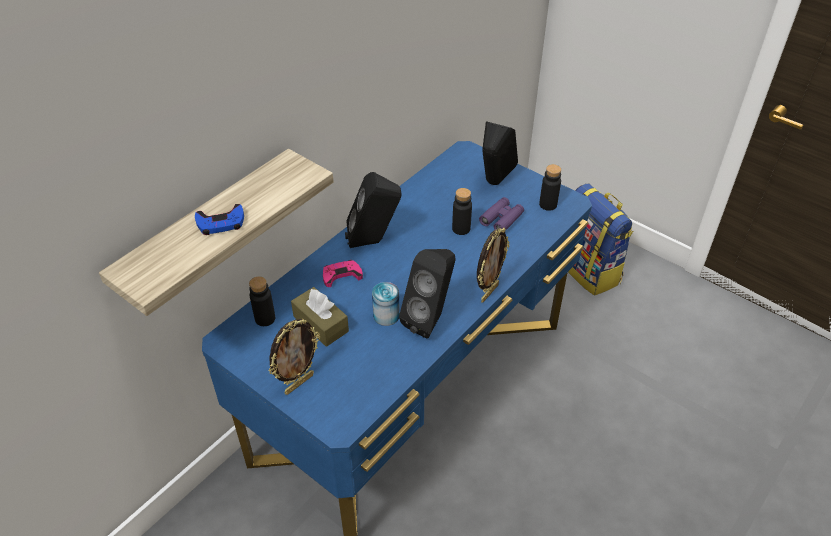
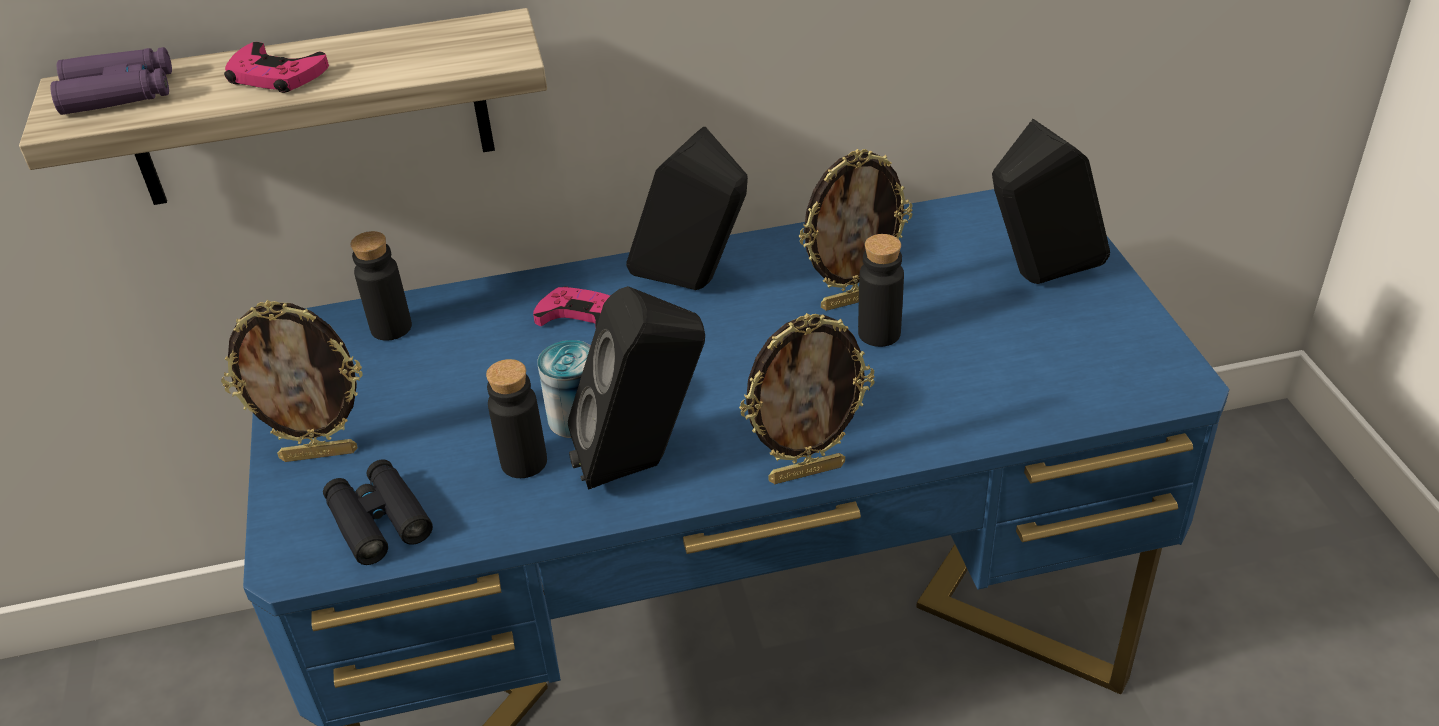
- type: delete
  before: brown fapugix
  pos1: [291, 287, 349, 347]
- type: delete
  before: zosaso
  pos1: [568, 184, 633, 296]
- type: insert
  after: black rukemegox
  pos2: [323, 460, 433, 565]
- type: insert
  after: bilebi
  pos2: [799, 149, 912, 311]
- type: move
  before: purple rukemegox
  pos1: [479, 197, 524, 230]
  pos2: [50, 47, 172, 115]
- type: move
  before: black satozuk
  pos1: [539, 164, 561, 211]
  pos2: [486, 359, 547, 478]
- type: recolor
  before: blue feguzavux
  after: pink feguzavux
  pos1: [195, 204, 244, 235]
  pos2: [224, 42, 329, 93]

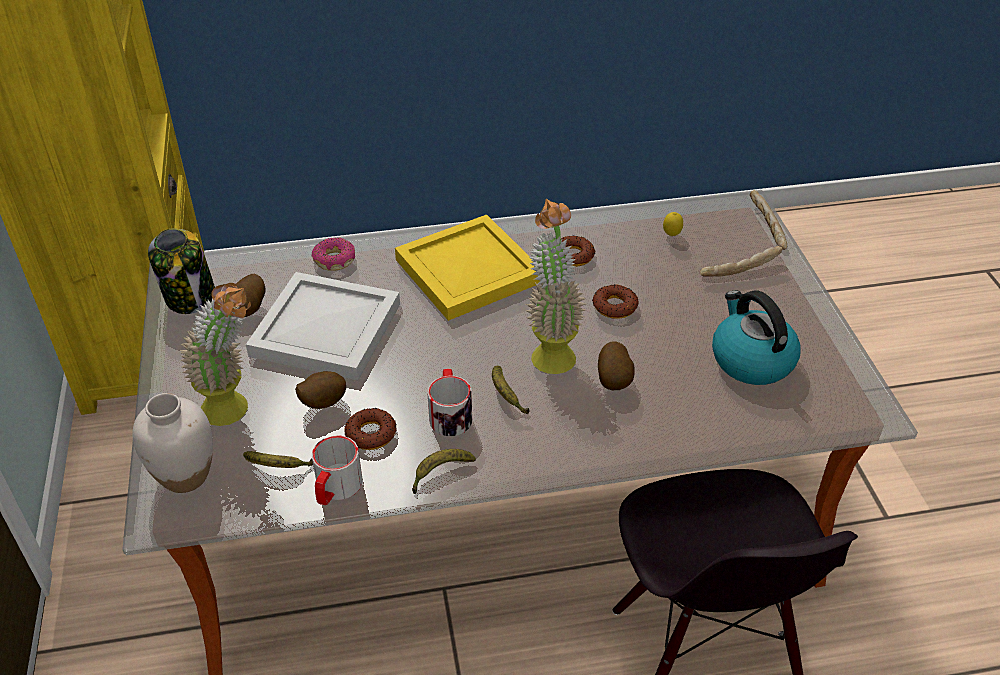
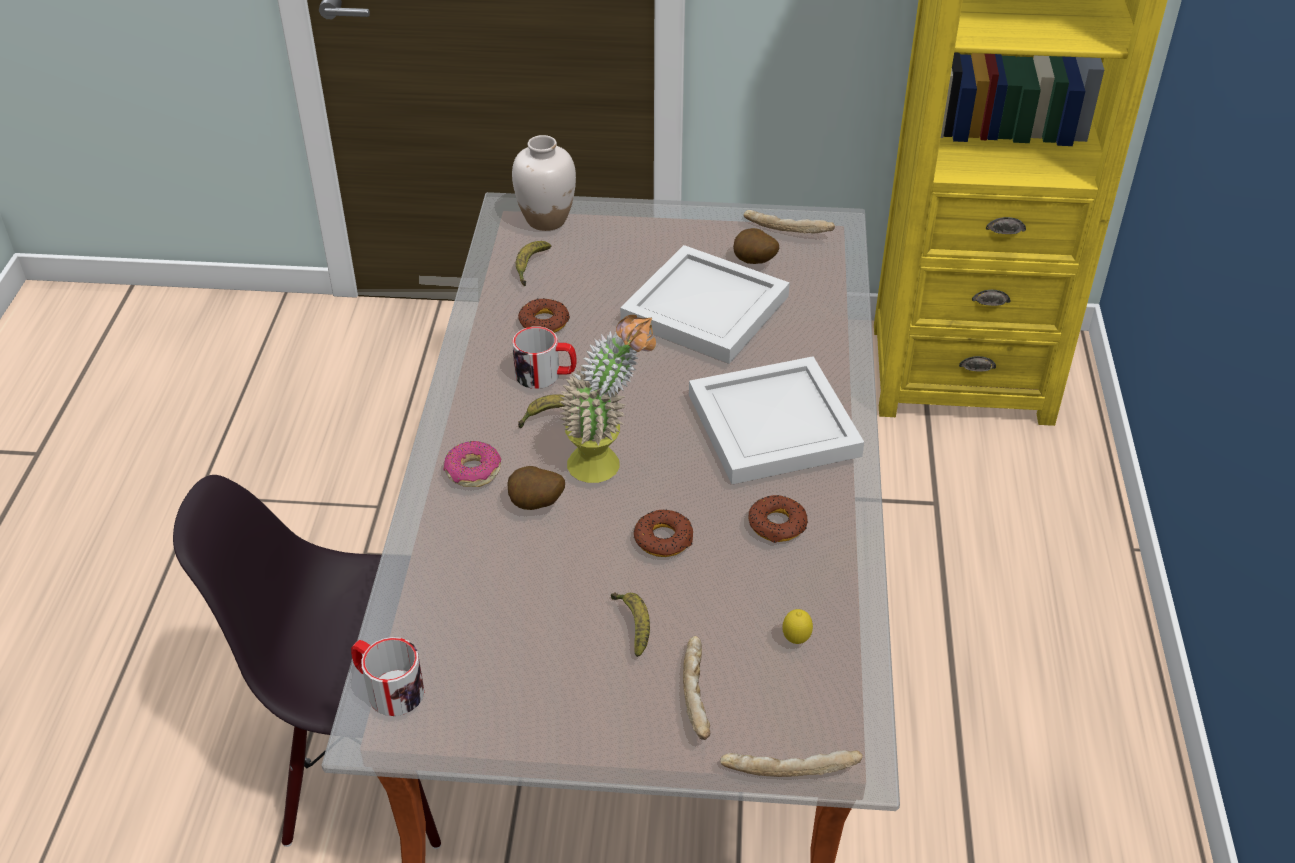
- type: delete
  before: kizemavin
  pos1: [180, 283, 251, 426]
- type: delete
  before: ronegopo
  pos1: [295, 371, 346, 409]
- type: delete
  before: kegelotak
  pos1: [712, 291, 801, 385]
- type: move
  before: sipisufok
  pos1: [311, 238, 355, 271]
  pos2: [443, 441, 502, 487]
- type: move
  before: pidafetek
  pos1: [312, 435, 363, 505]
  pos2: [351, 637, 424, 716]
- type: move
  before: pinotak
  pos1: [412, 449, 476, 494]
  pos2: [611, 592, 650, 657]
- type: replace
  before: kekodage
  after: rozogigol
  pos1: [148, 228, 215, 314]
  pos2: [743, 210, 835, 234]
- type: recolor
  before: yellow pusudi
  after: white pusudi
  pos1: [395, 215, 541, 321]
  pos2: [689, 356, 864, 485]

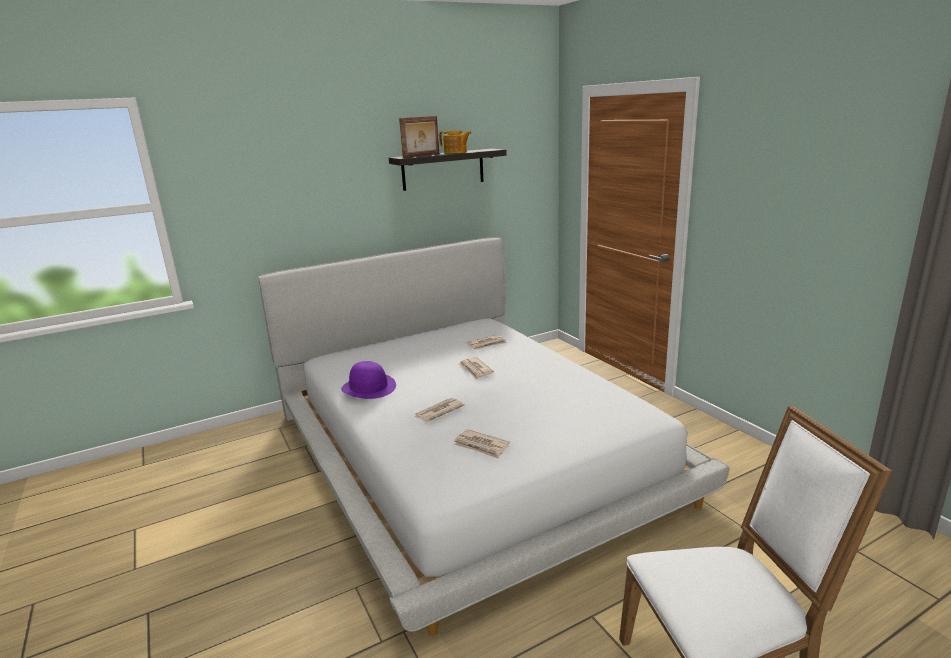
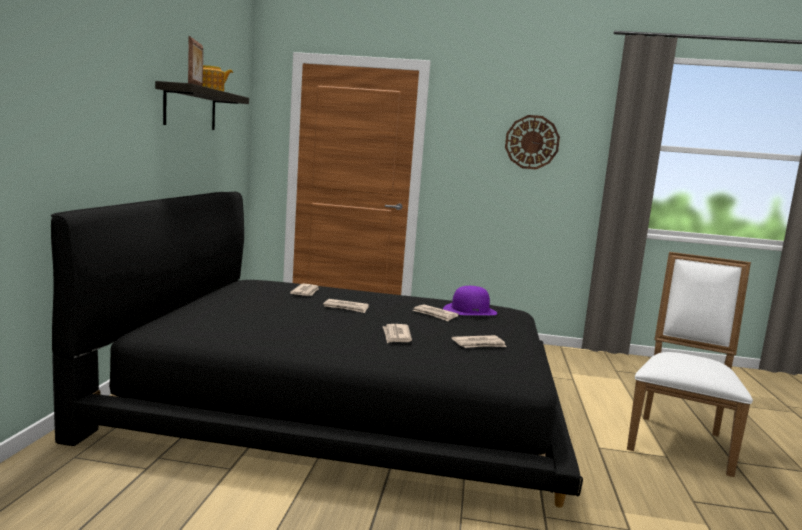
- type: insert
  after: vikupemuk
  pos2: [413, 305, 459, 321]
- type: insert
  after: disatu
  pos2: [505, 115, 560, 169]
- type: move
  before: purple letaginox
  pos1: [341, 361, 396, 399]
  pos2: [443, 286, 497, 315]
- type: recolor
  before: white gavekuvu
  after: black gavekuvu
  pos1: [258, 237, 730, 636]
  pos2: [51, 192, 583, 508]

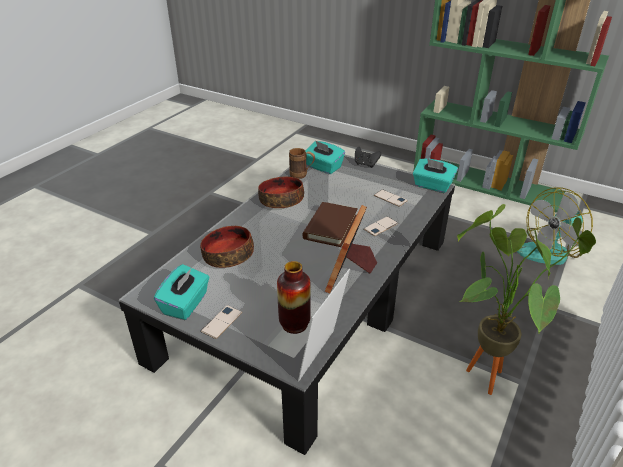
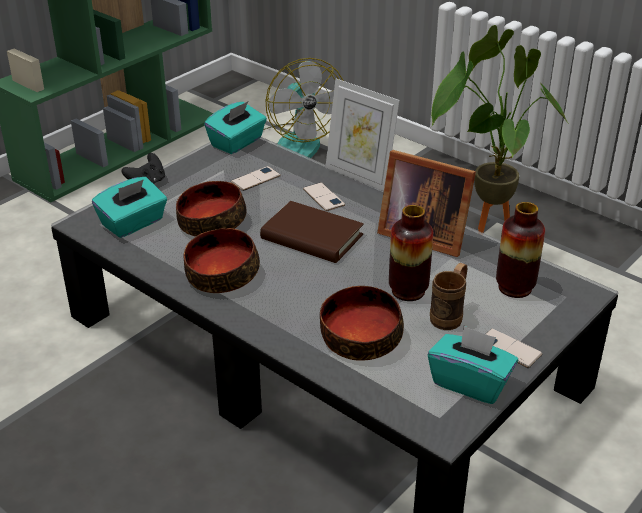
- type: insert
  after: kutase
  pos2: [176, 181, 246, 236]
- type: insert
  after: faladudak
  pos2: [389, 205, 433, 301]
- type: move
  before: brown pidafetek
  pos1: [289, 148, 315, 179]
  pos2: [430, 263, 467, 330]
- type: move
  before: bilebi
  pos1: [298, 269, 350, 381]
  pos2: [325, 78, 400, 191]

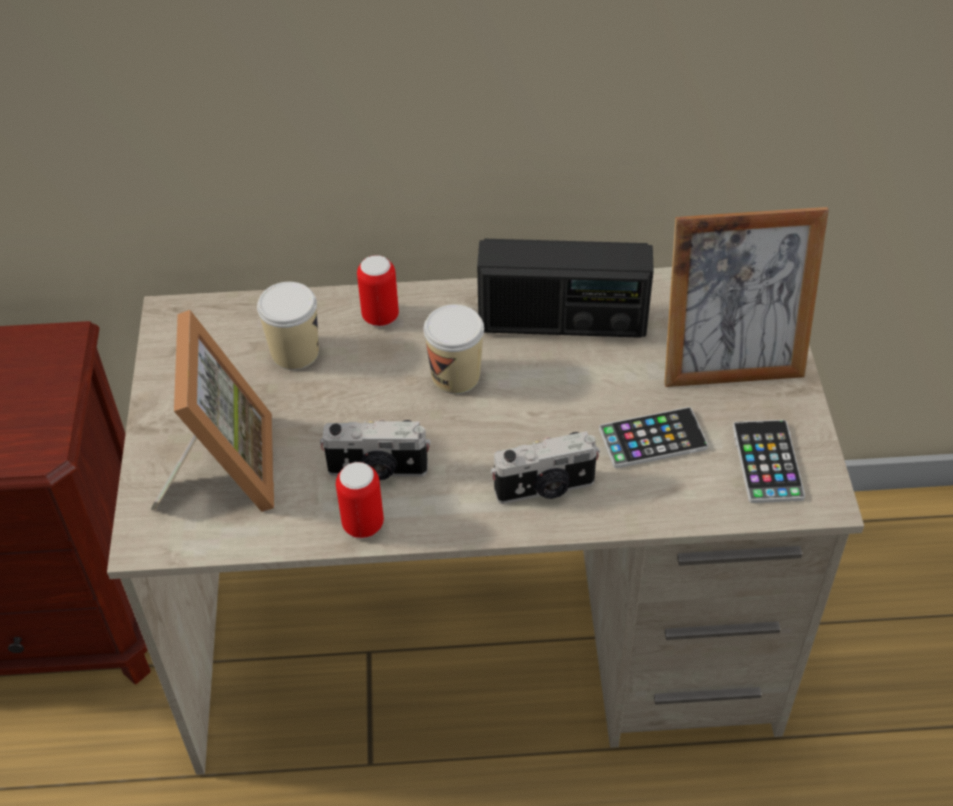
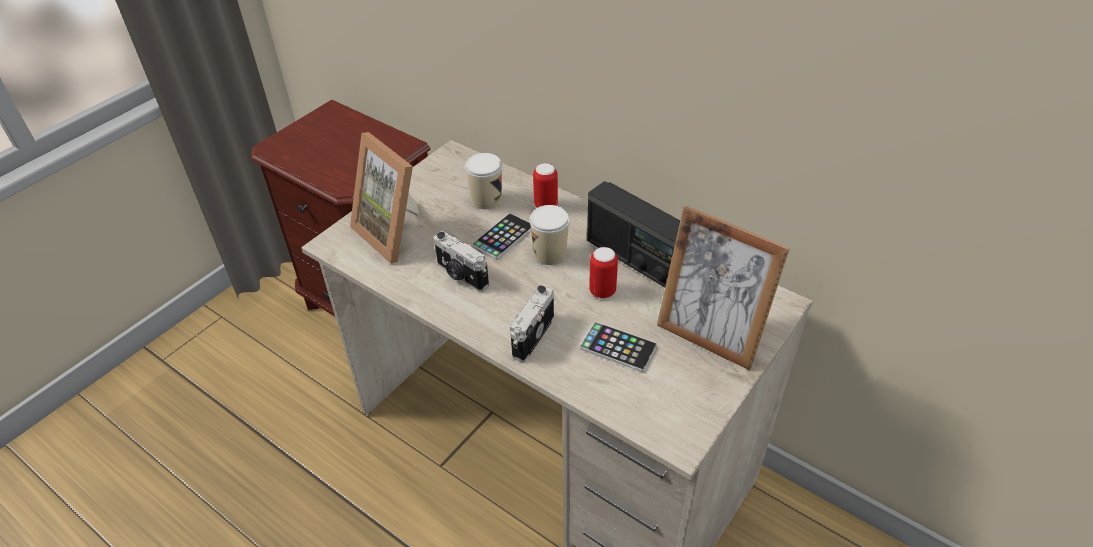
- type: move
  before: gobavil
  pos1: [336, 462, 384, 539]
  pos2: [589, 247, 618, 298]
- type: move
  before: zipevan
  pos1: [733, 420, 805, 503]
  pos2: [472, 213, 531, 260]
- type: rotate
  before: bilebi
  pos1: [150, 310, 274, 512]
  pos2: [350, 132, 419, 264]
  turn: 105
- type: rotate
  before: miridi
  pos1: [491, 431, 600, 504]
  pos2: [510, 285, 554, 362]
  turn: 90

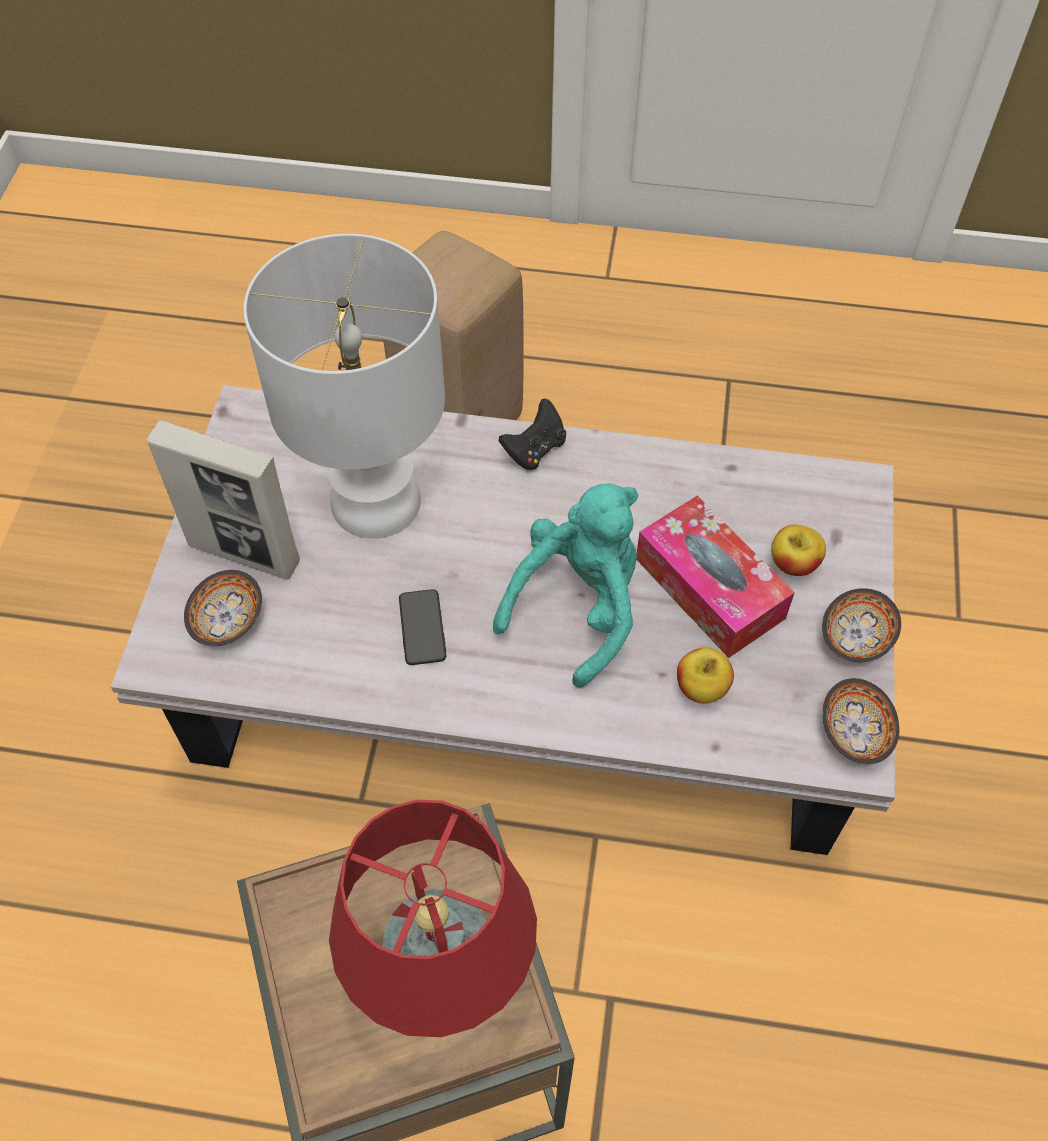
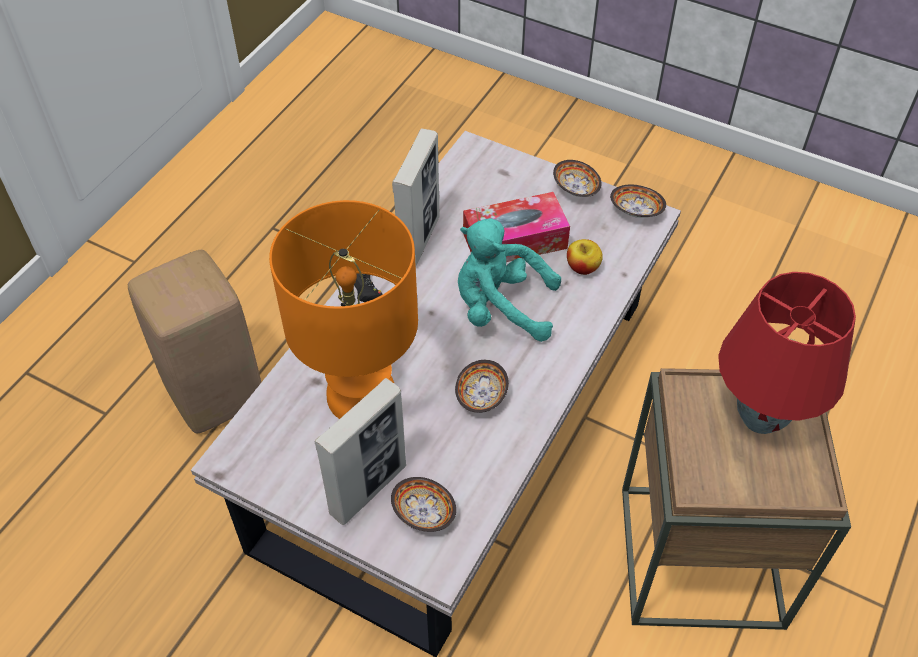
- type: delete
  before: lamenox
  pos1: [771, 525, 826, 576]
- type: insert
  after: bilebi
  pos2: [392, 128, 440, 266]
- type: replace
  before: zipevan
  after: kutase
  pos1: [399, 589, 446, 665]
  pos2: [455, 360, 509, 413]
- type: recolor
  before: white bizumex
  after: orange bizumex
  pos1: [243, 234, 445, 539]
  pos2: [269, 200, 418, 419]
- type: rotate
  before: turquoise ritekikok
  pos1: [493, 483, 638, 688]
  pos2: [458, 218, 561, 342]
  turn: -45

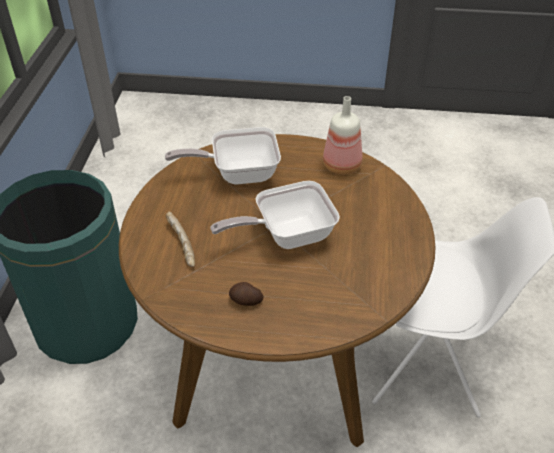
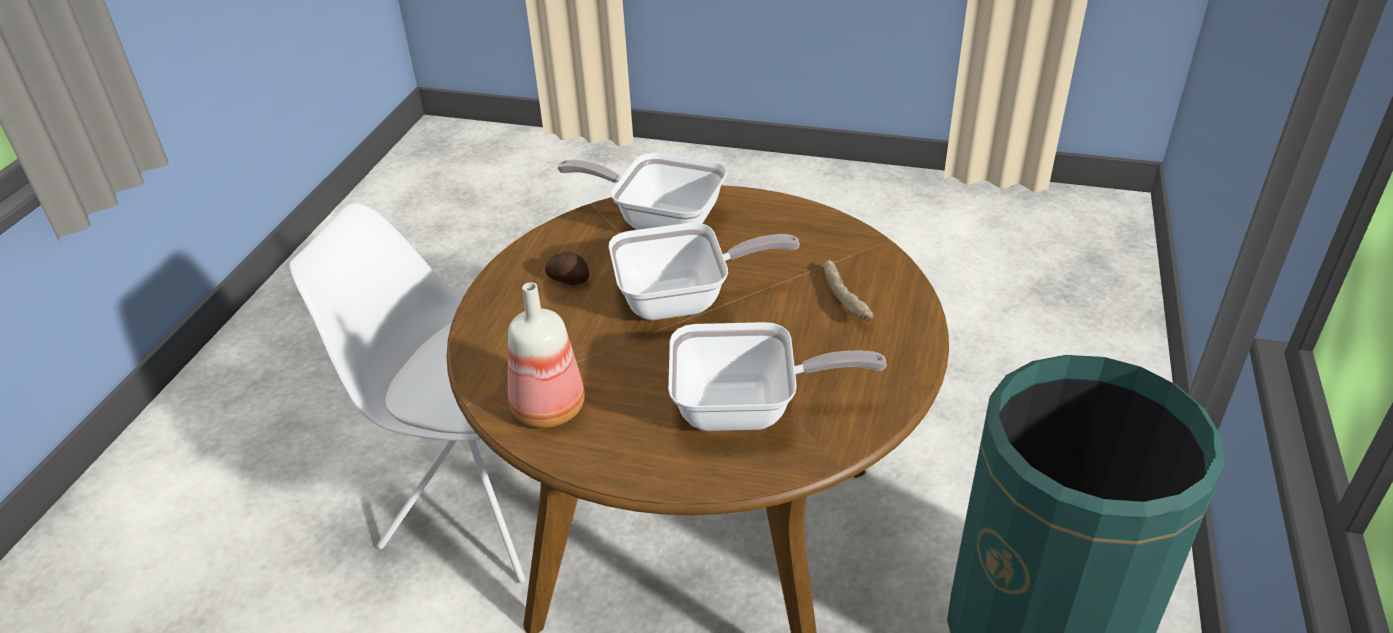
- type: insert
  after: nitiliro
  pos2: [557, 153, 727, 230]
- type: move
  before: ronegopo
  pos1: [229, 282, 263, 306]
  pos2: [545, 251, 589, 285]

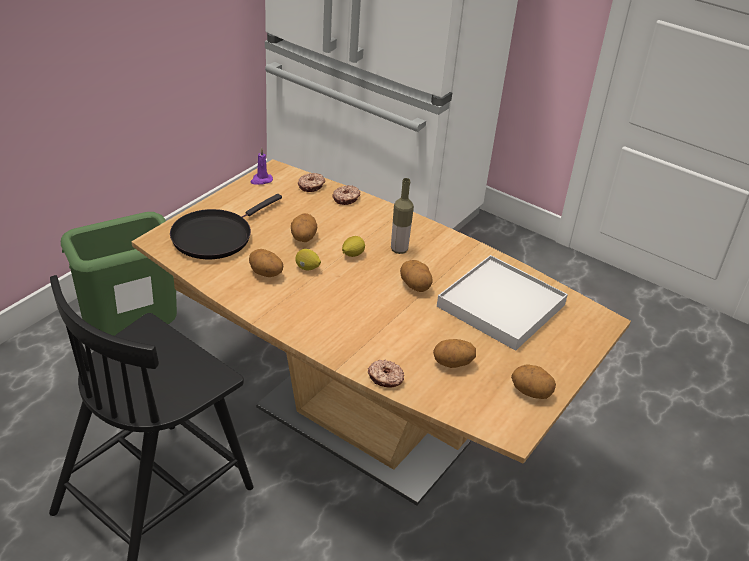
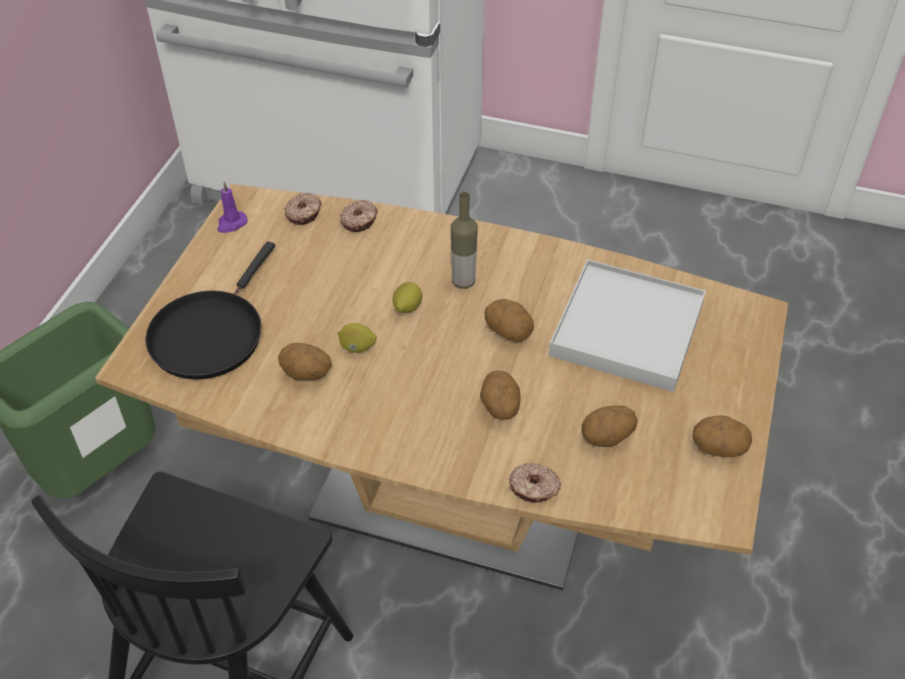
- type: move
  before: ronegopo
  pos1: [291, 213, 317, 242]
  pos2: [480, 371, 520, 420]

